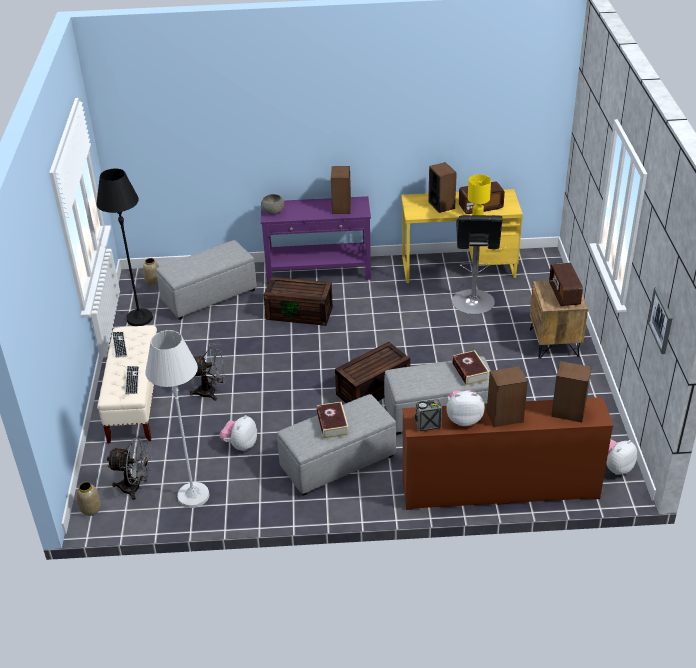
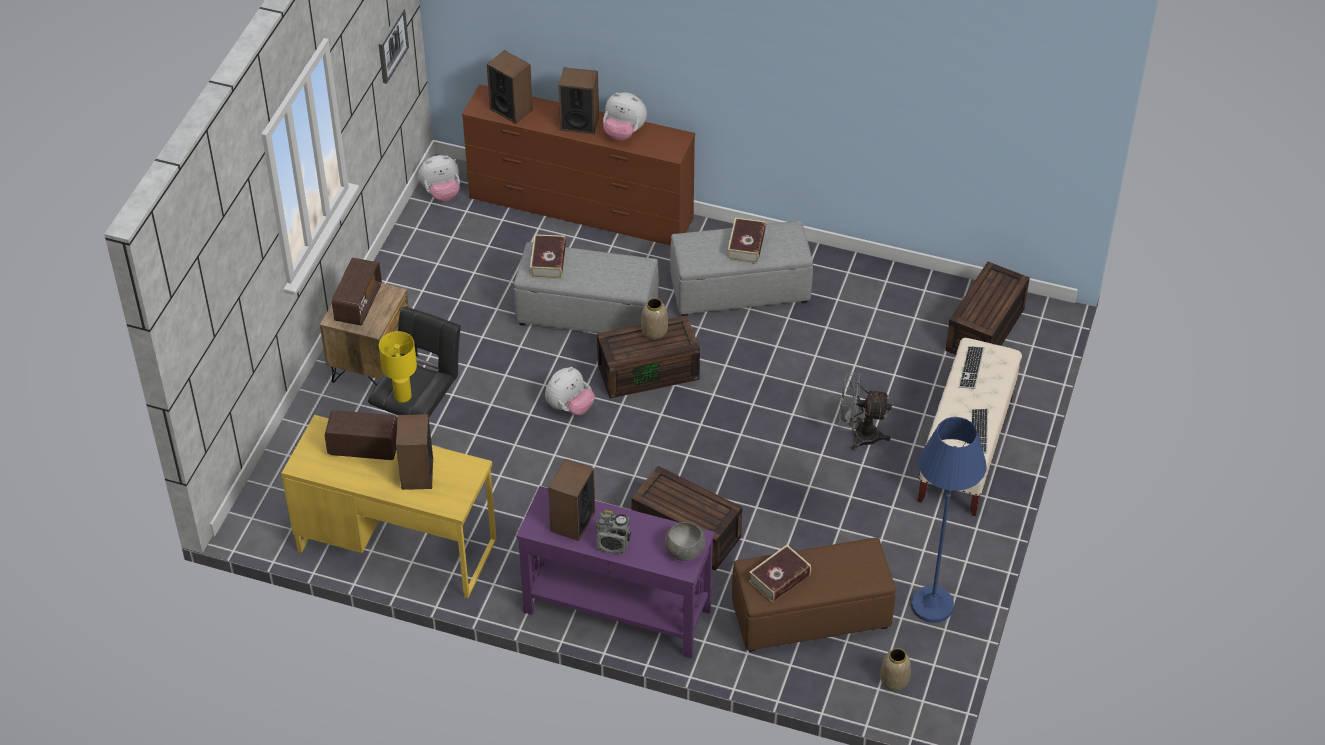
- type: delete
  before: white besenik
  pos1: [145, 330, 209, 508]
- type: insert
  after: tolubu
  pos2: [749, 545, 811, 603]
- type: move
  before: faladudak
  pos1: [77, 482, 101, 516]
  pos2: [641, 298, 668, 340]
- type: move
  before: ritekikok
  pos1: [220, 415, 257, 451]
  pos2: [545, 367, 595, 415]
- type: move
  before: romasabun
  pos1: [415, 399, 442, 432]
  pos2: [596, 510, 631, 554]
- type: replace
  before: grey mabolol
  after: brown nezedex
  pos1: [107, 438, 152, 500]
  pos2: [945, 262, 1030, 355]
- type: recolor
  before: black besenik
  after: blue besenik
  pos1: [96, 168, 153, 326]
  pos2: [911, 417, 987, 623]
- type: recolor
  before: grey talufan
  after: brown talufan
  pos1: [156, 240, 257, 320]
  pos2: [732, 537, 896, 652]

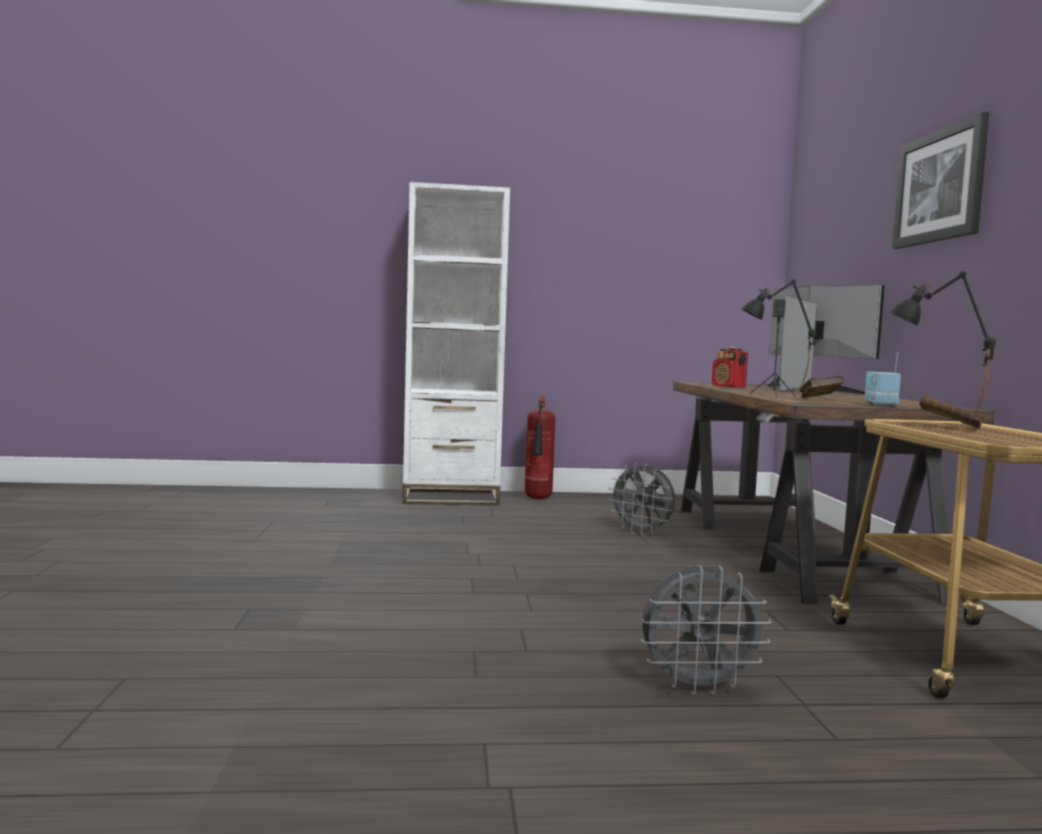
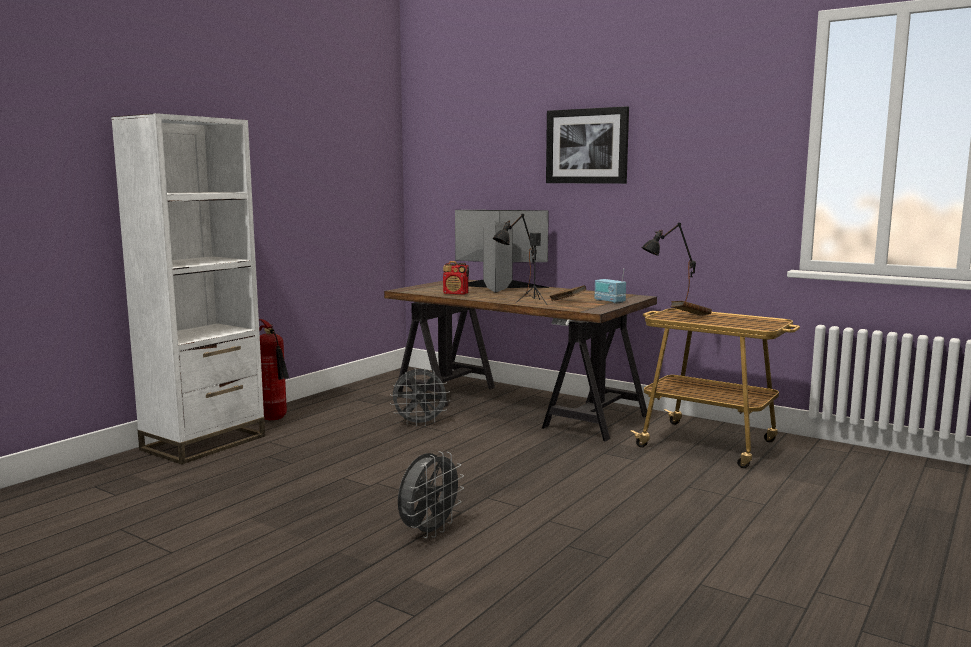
- type: move
  before: grey mabolol
  pos1: [640, 565, 772, 695]
  pos2: [398, 451, 464, 538]

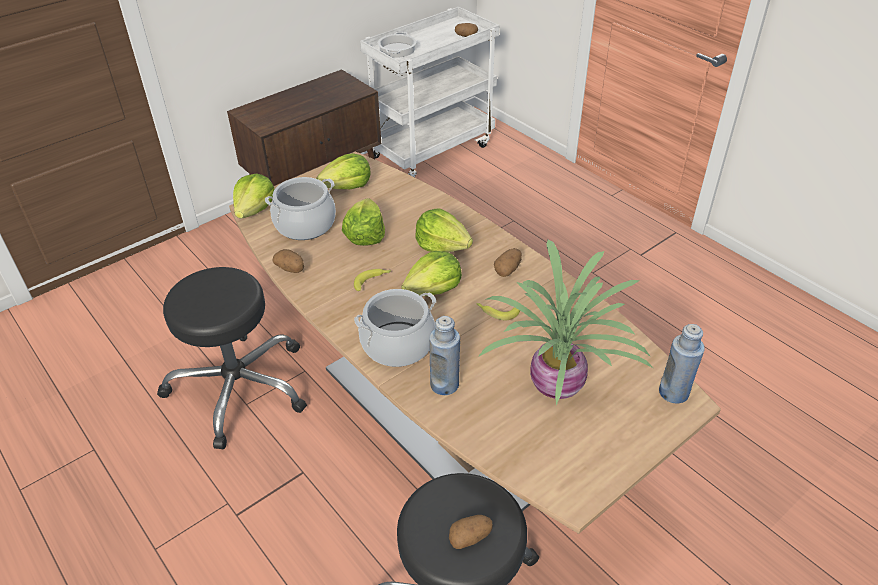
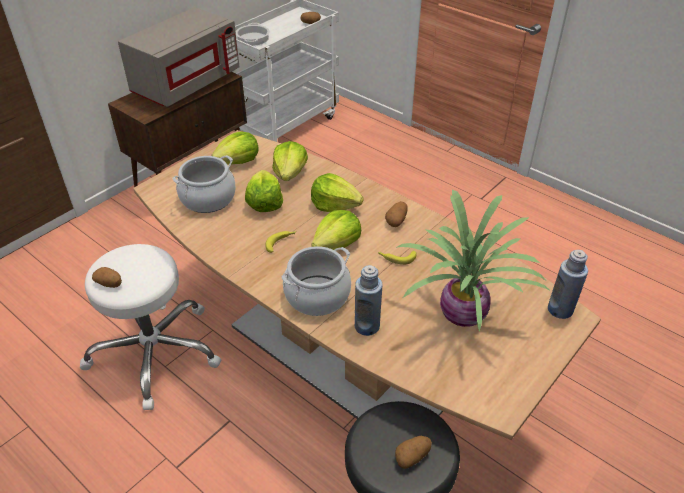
- type: insert
  after: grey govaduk
  pos2: [118, 7, 239, 107]
- type: move
  before: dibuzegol
  pos1: [233, 173, 275, 218]
  pos2: [272, 141, 308, 181]
- type: move
  before: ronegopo
  pos1: [272, 249, 304, 273]
  pos2: [92, 267, 122, 288]
- type: recolor
  before: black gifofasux
  after: white gifofasux
  pos1: [157, 267, 307, 449]
  pos2: [80, 244, 222, 410]

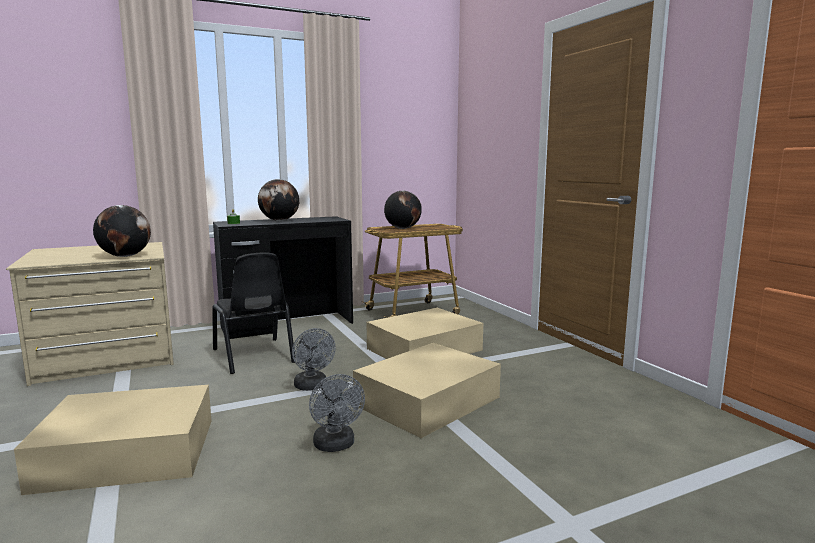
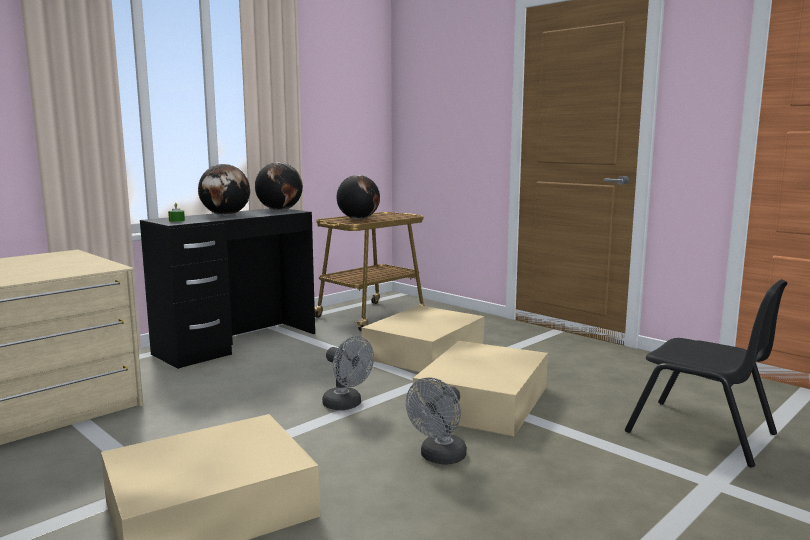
- type: move
  before: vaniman
  pos1: [93, 205, 151, 257]
  pos2: [255, 162, 303, 211]
- type: move
  before: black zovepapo
  pos1: [212, 252, 296, 374]
  pos2: [625, 279, 787, 467]
- type: rotate
  before: grey mabolol
  pos1: [309, 374, 365, 452]
  pos2: [406, 377, 467, 465]
  turn: 75

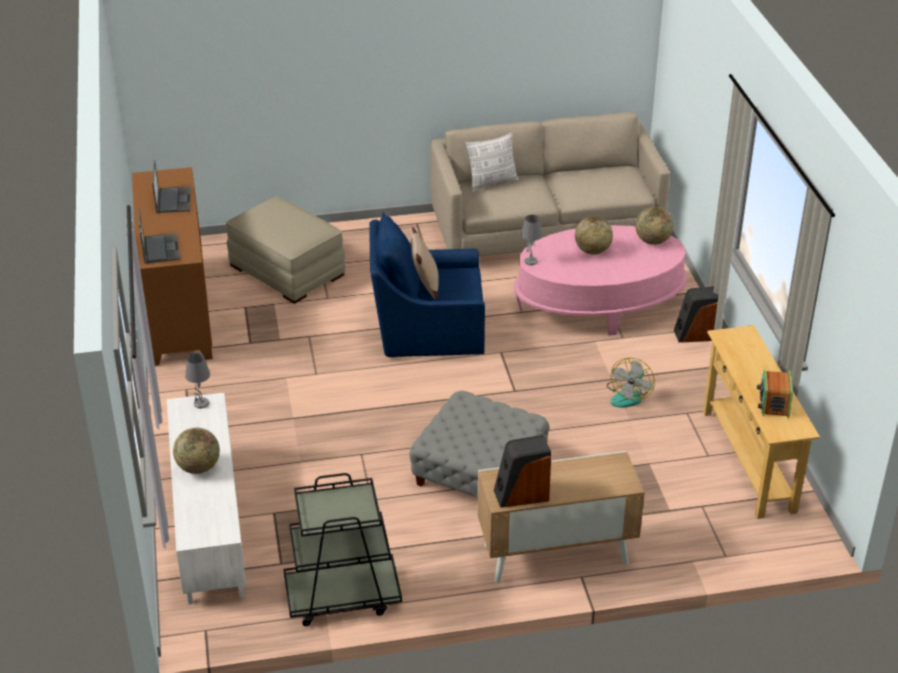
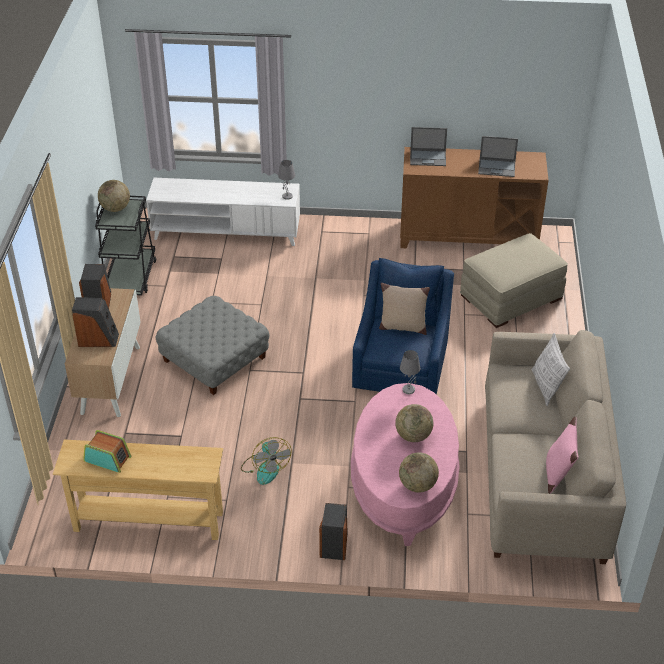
- type: insert
  after: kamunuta
  pos2: [72, 297, 119, 347]
- type: insert
  after: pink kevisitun
  pos2: [546, 416, 579, 494]
- type: move
  before: vaniman
  pos1: [173, 428, 220, 474]
  pos2: [98, 180, 130, 212]
- type: rotate
  before: mabolol
  pos1: [607, 358, 655, 407]
  pos2: [241, 437, 292, 485]
  turn: -150

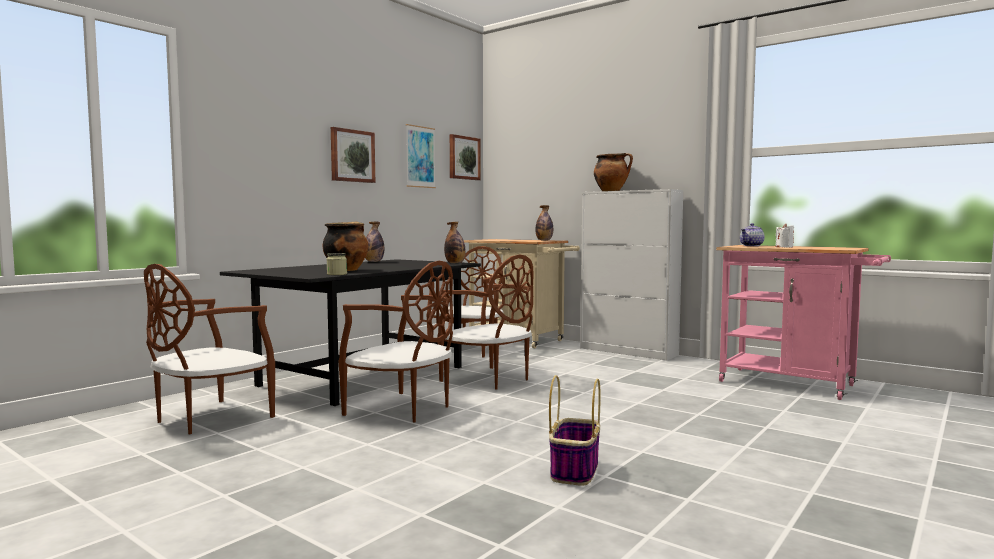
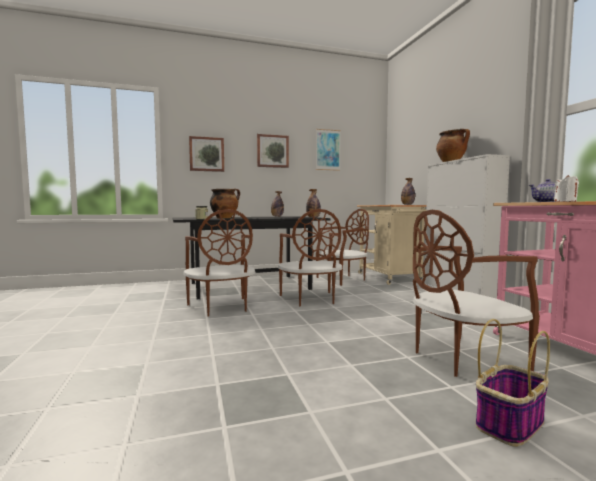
- type: move
  before: brown zovepapo
  pos1: [144, 264, 275, 434]
  pos2: [413, 210, 540, 377]
- type: move
  before: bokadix
  pos1: [450, 134, 480, 180]
  pos2: [189, 136, 224, 172]
- type: move
  before: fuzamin
  pos1: [549, 375, 601, 486]
  pos2: [476, 319, 550, 447]

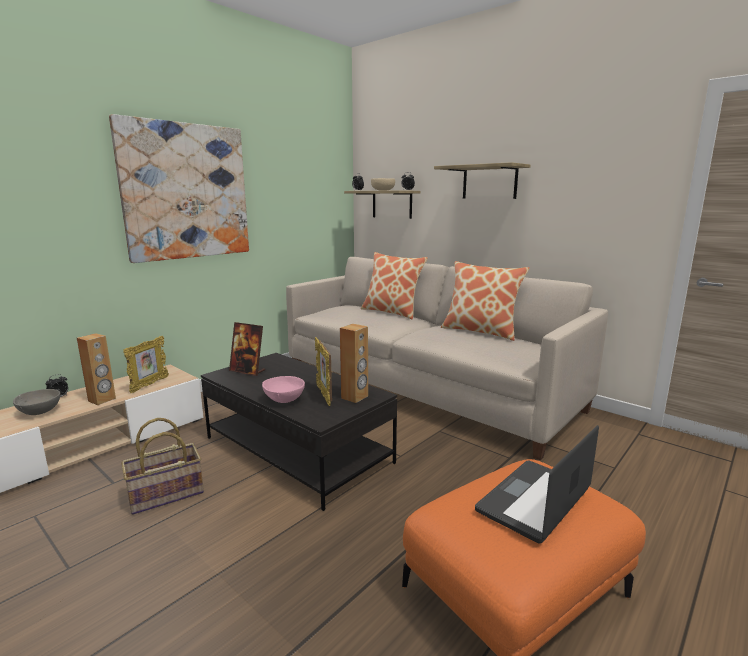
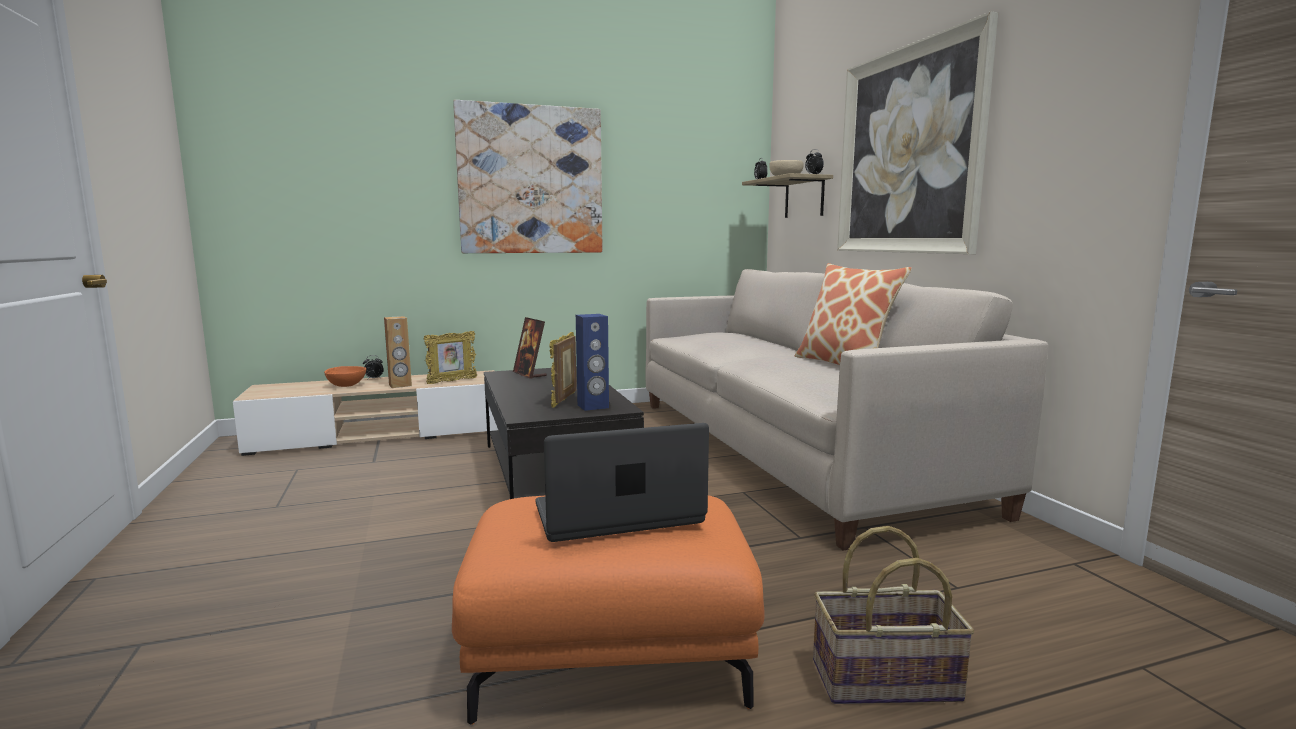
- type: delete
  before: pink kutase
  pos1: [262, 376, 305, 403]
- type: delete
  before: kevisitun
  pos1: [361, 252, 428, 320]
- type: move
  before: fuzamin
  pos1: [121, 418, 204, 515]
  pos2: [813, 526, 975, 704]
- type: replace
  before: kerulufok
  after: bokadix
  pos1: [434, 162, 531, 199]
  pos2: [837, 11, 998, 254]
- type: recolor
  before: grey kutase
  after: orange kutase
  pos1: [13, 389, 61, 415]
  pos2: [324, 366, 366, 387]
- type: recolor
  before: brown kamunuta
  after: blue kamunuta
  pos1: [340, 324, 368, 403]
  pos2: [576, 314, 609, 411]

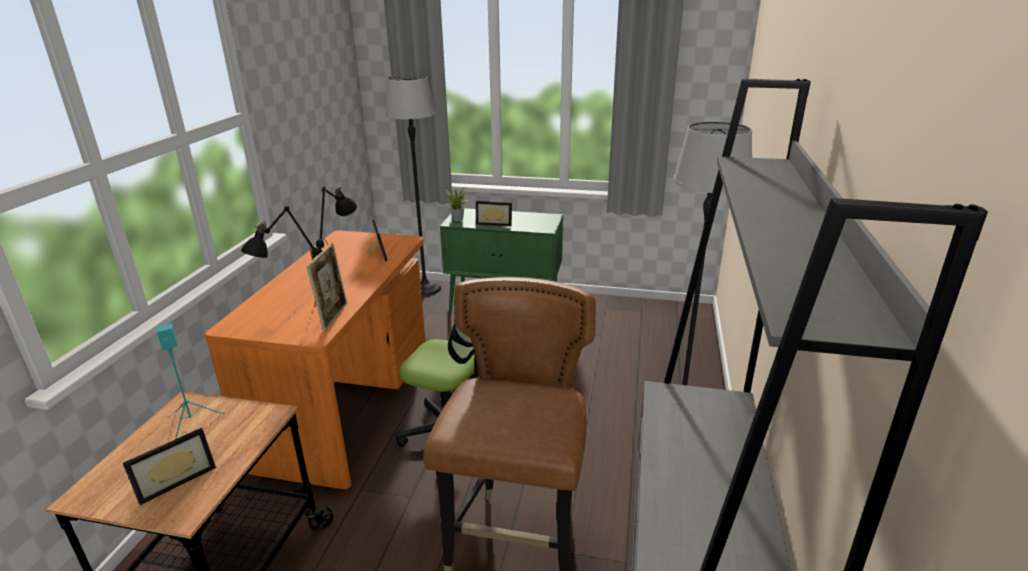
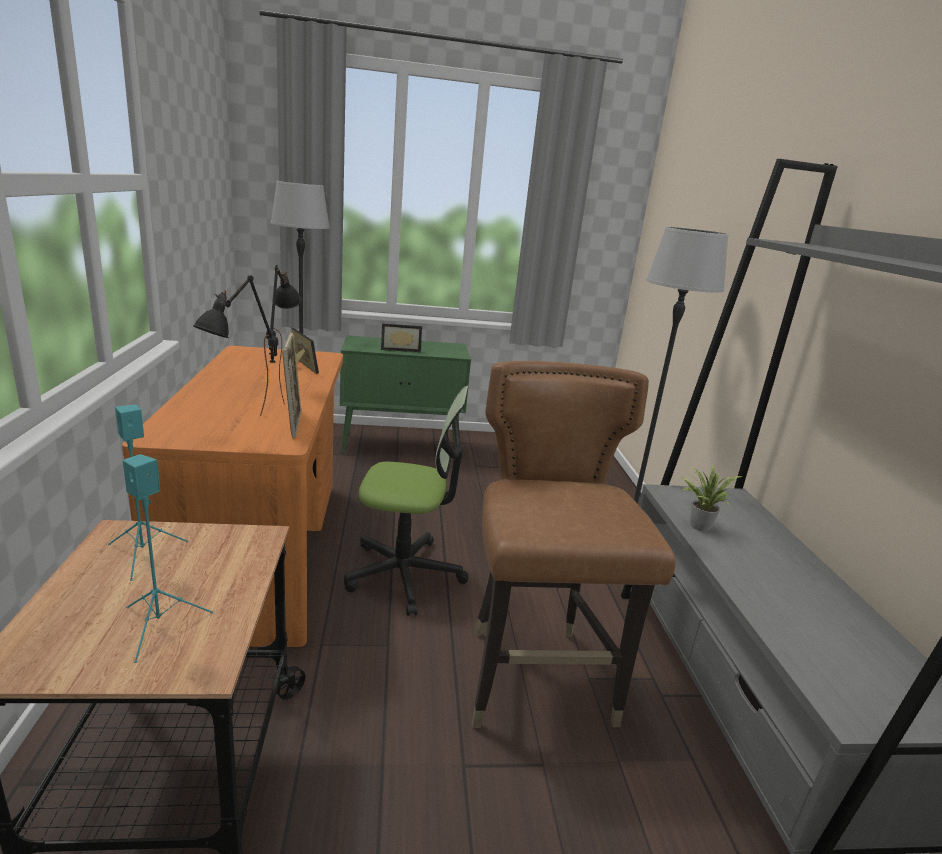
- type: move
  before: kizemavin
  pos1: [445, 187, 469, 221]
  pos2: [680, 465, 743, 532]
- type: replace
  before: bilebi
  after: turquoise kamunuta
  pos1: [123, 428, 216, 505]
  pos2: [123, 454, 213, 663]

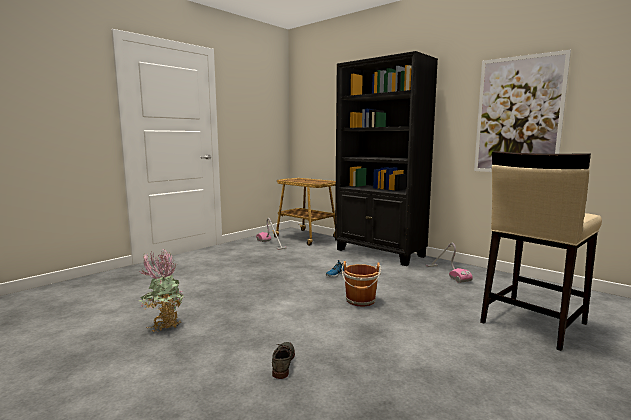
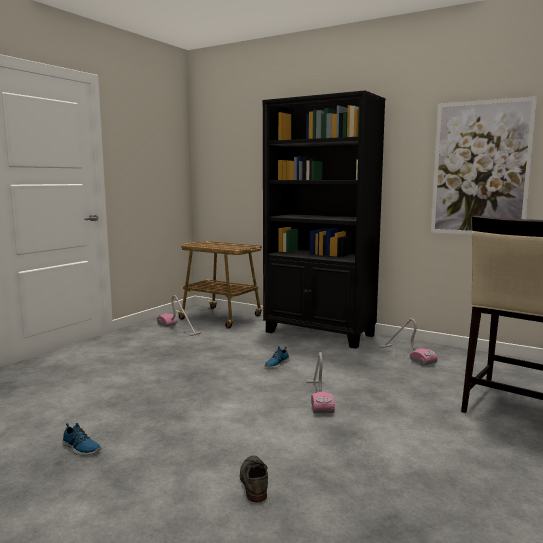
- type: replace
  before: kizemavin
  after: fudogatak
  pos1: [139, 251, 184, 332]
  pos2: [62, 423, 102, 455]
- type: replace
  before: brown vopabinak
  after: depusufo
  pos1: [342, 261, 381, 307]
  pos2: [306, 352, 335, 413]

